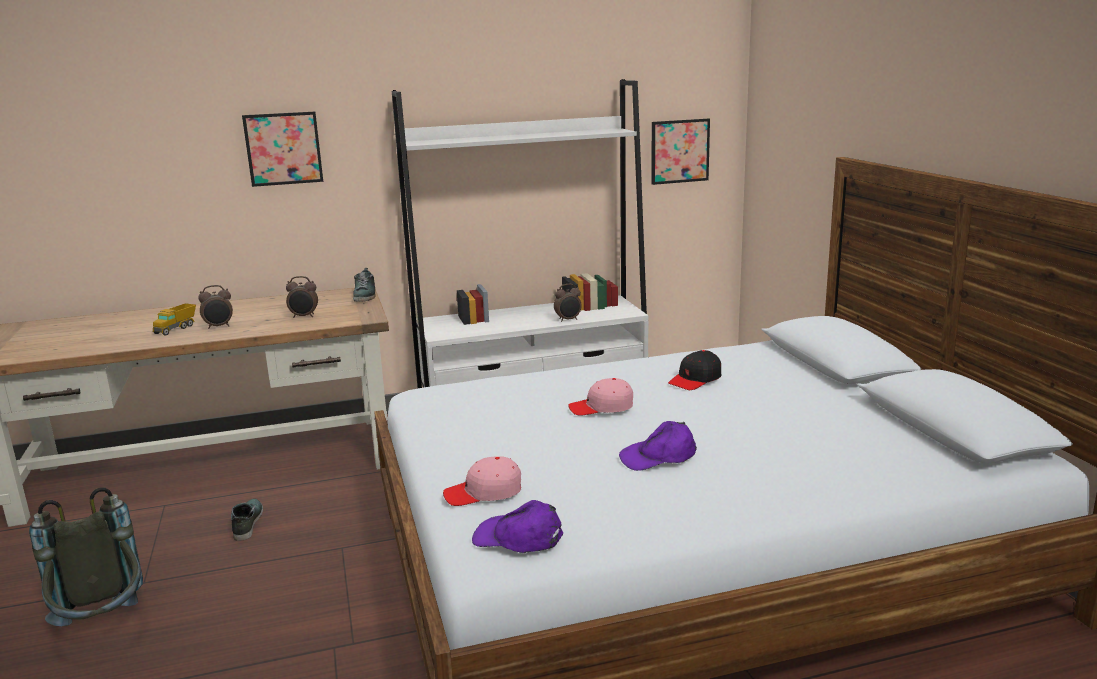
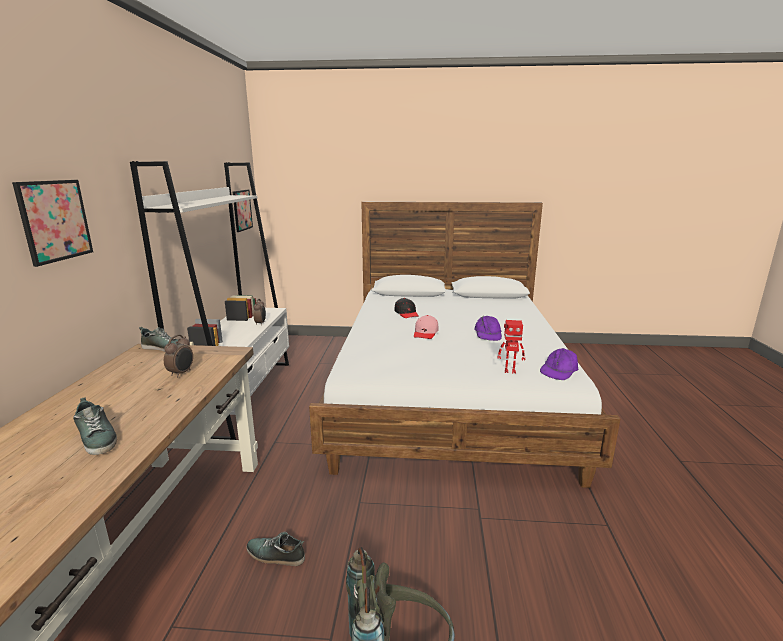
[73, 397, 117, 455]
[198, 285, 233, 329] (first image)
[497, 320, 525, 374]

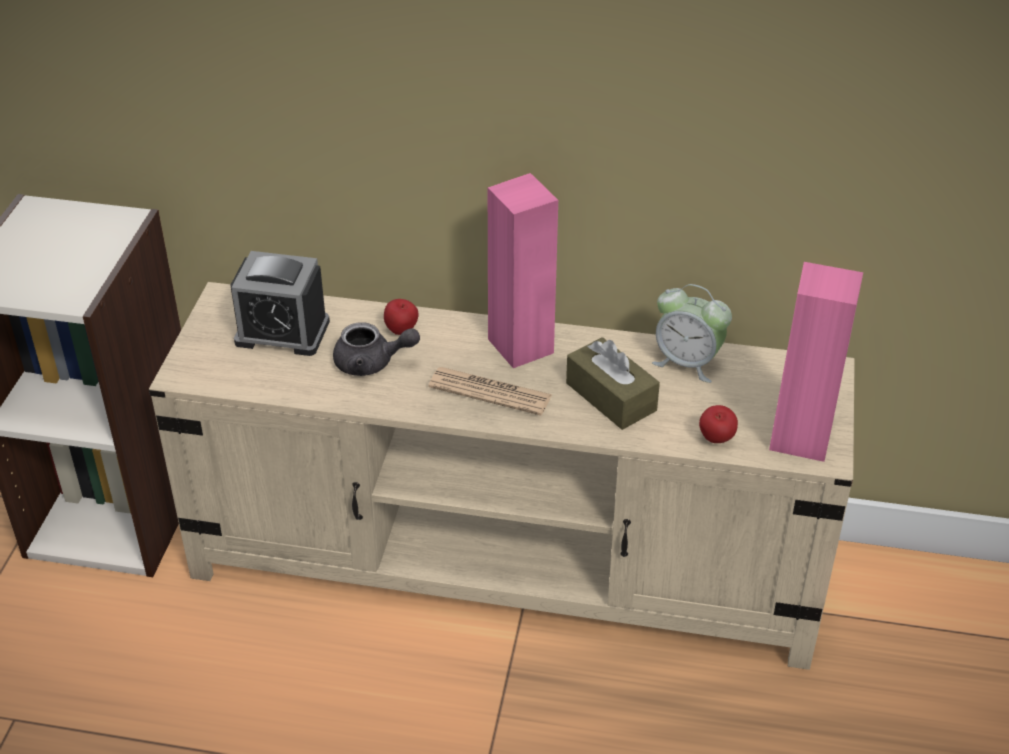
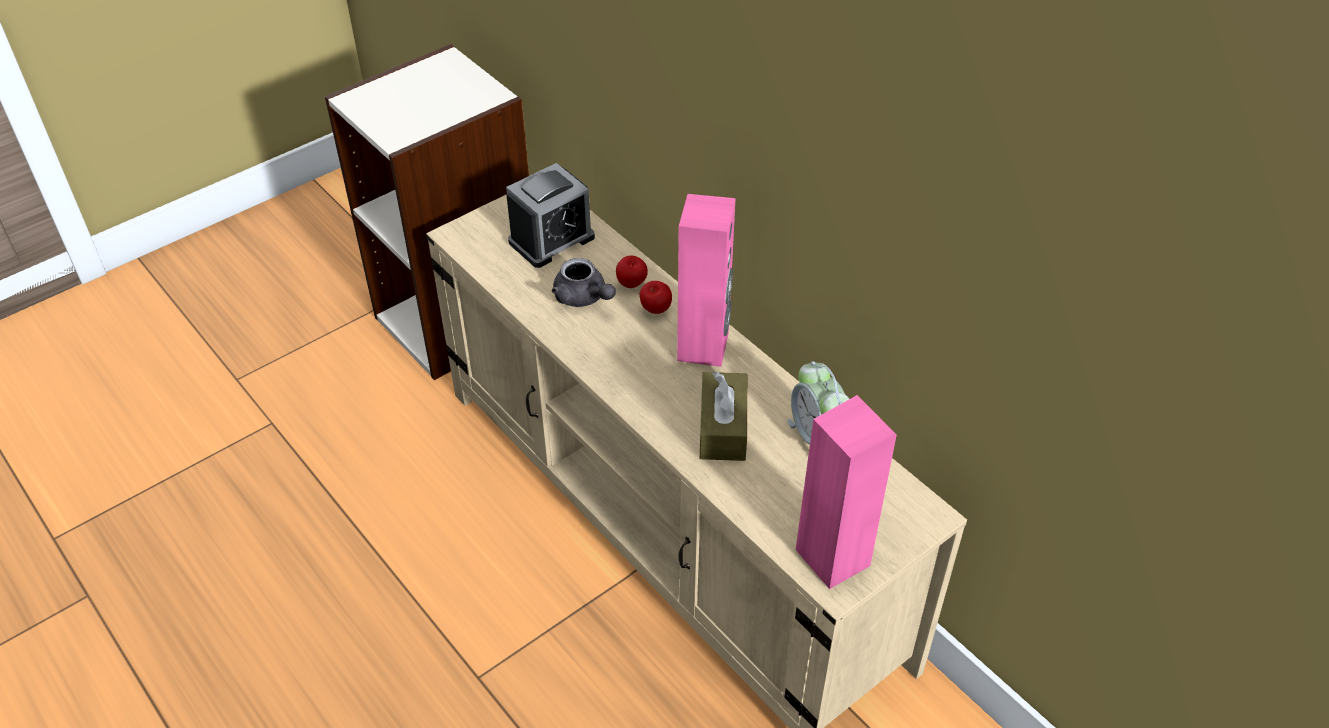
[506, 163, 595, 268]
[428, 367, 552, 416] (first image)
[639, 281, 672, 314]

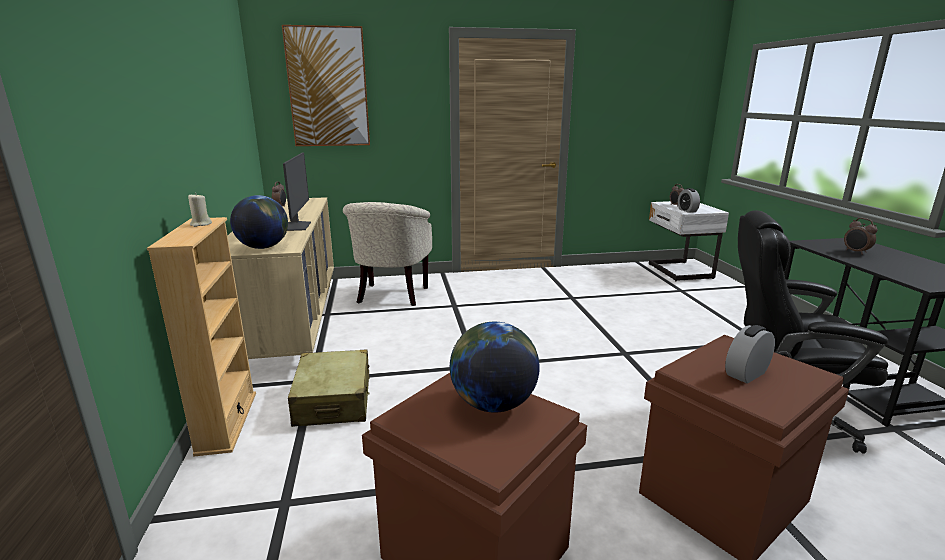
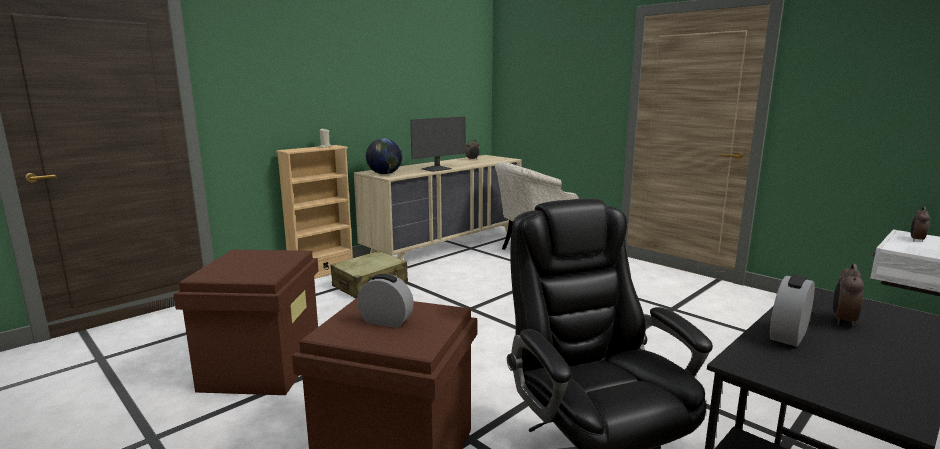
[282, 25, 370, 146] (first image)
[450, 322, 540, 413] (first image)
[770, 274, 815, 347]

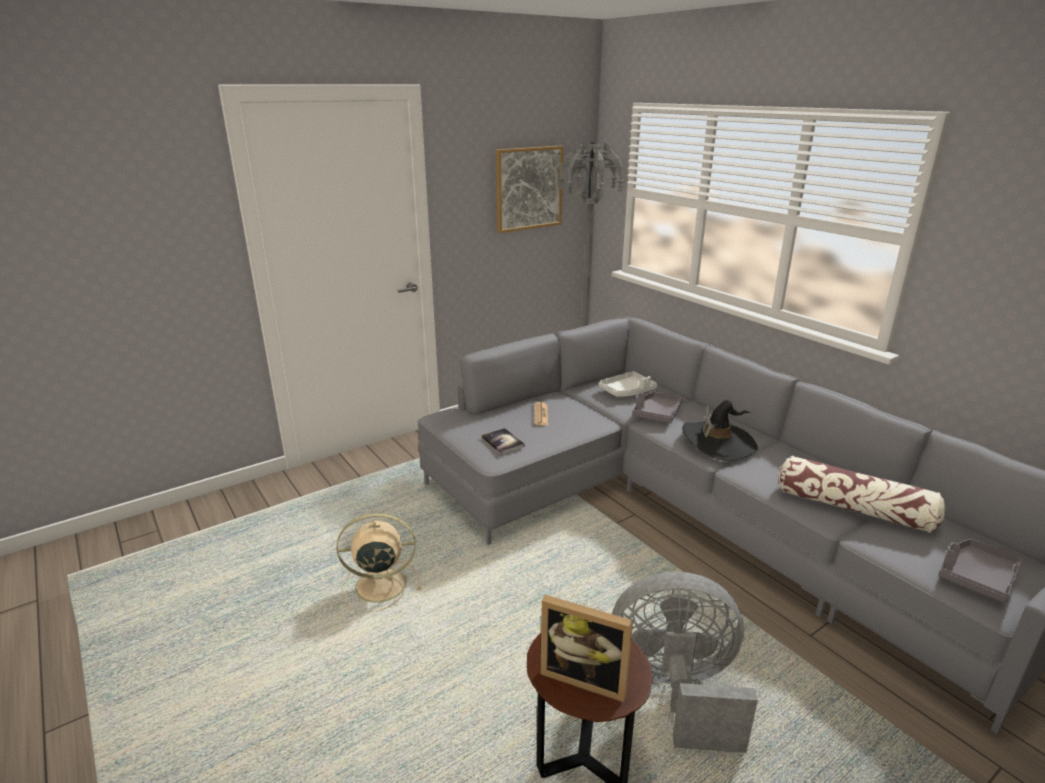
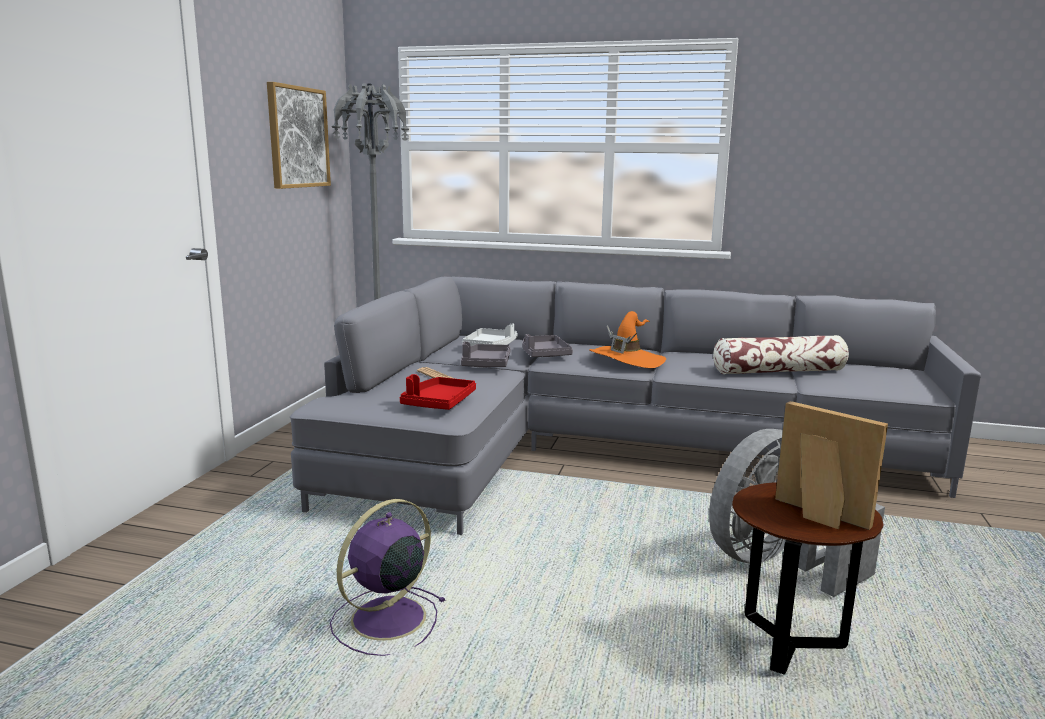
[330, 499, 446, 656]
[400, 374, 476, 410]
[775, 401, 888, 530]
[589, 311, 666, 368]
[461, 341, 511, 367]

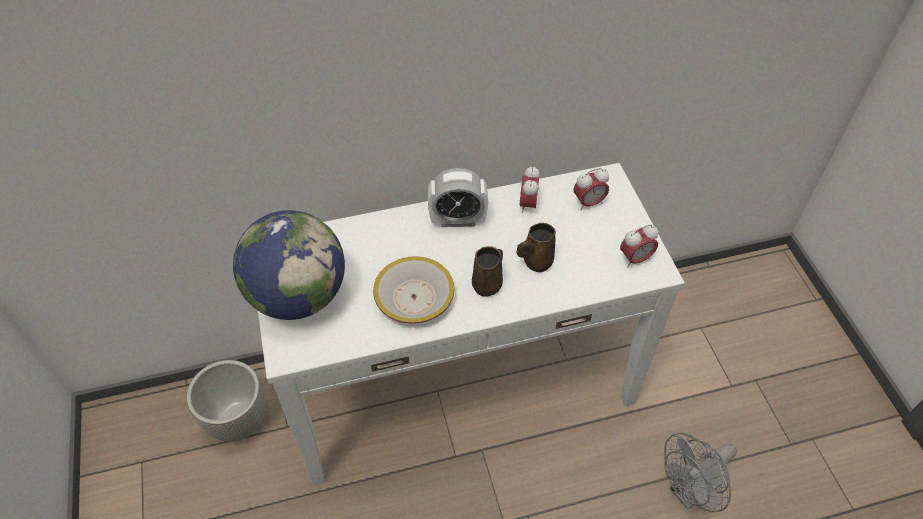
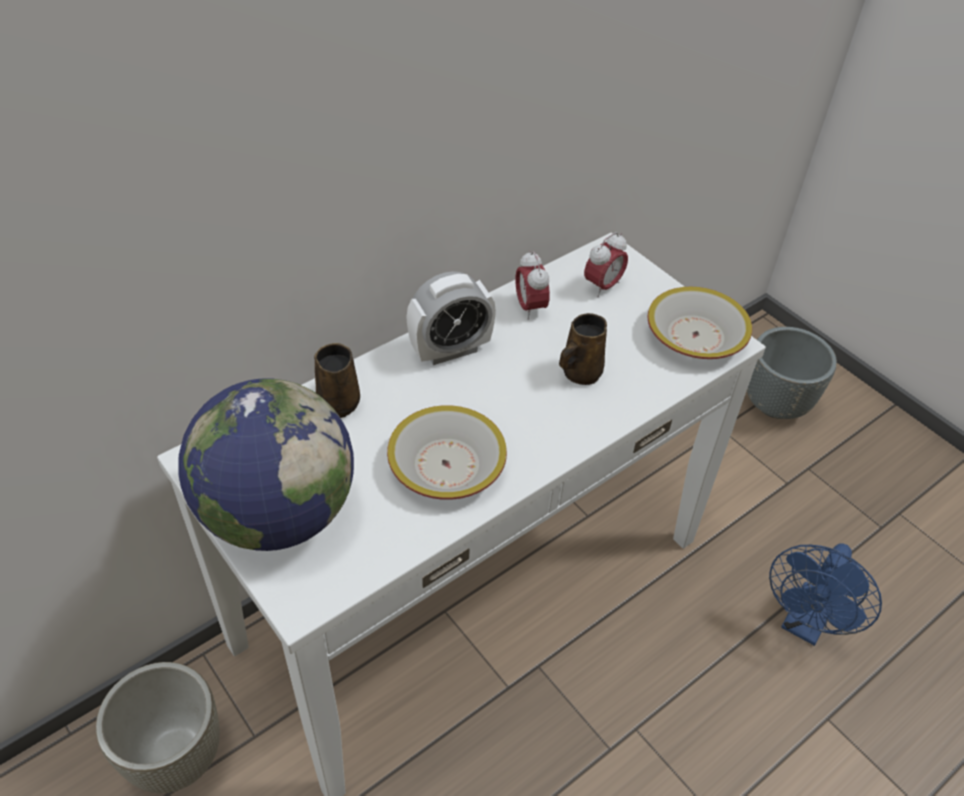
[314, 343, 360, 418]
[647, 287, 752, 359]
[769, 543, 882, 646]
[747, 327, 837, 419]

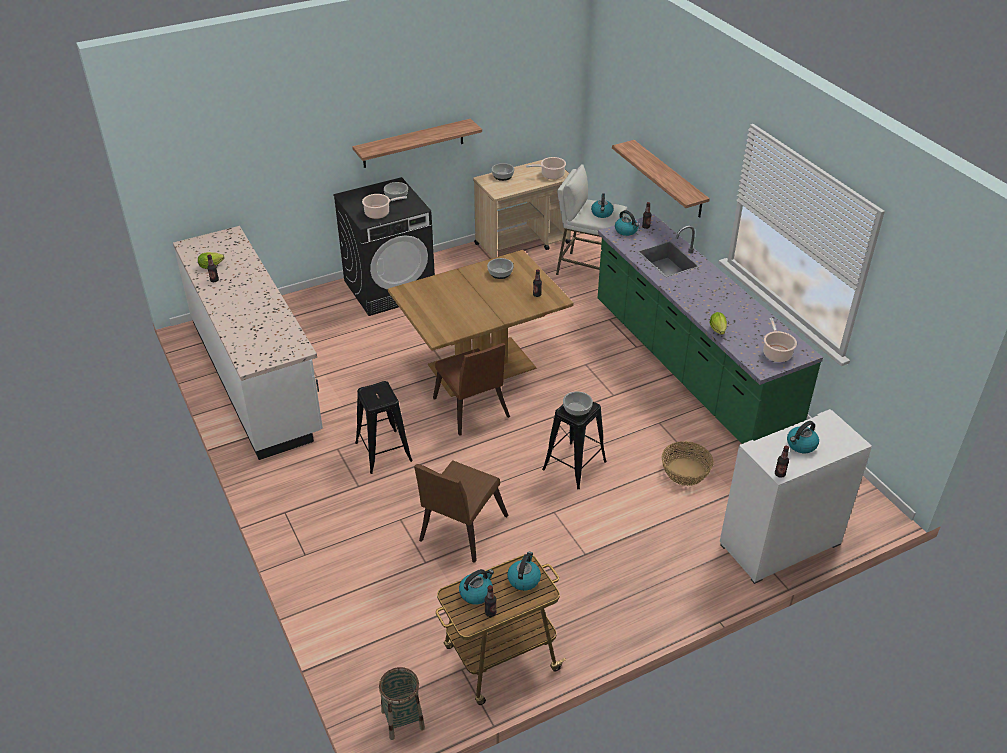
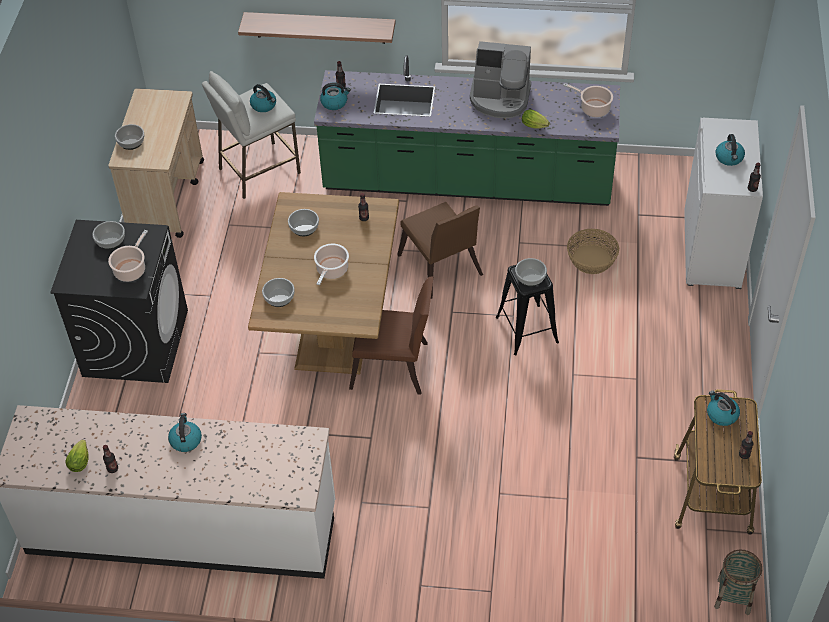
[352, 119, 482, 168] (first image)
[355, 381, 413, 474] (first image)
[397, 202, 483, 299]
[168, 413, 202, 452]
[314, 244, 349, 285]
[262, 278, 294, 307]
[470, 41, 531, 118]

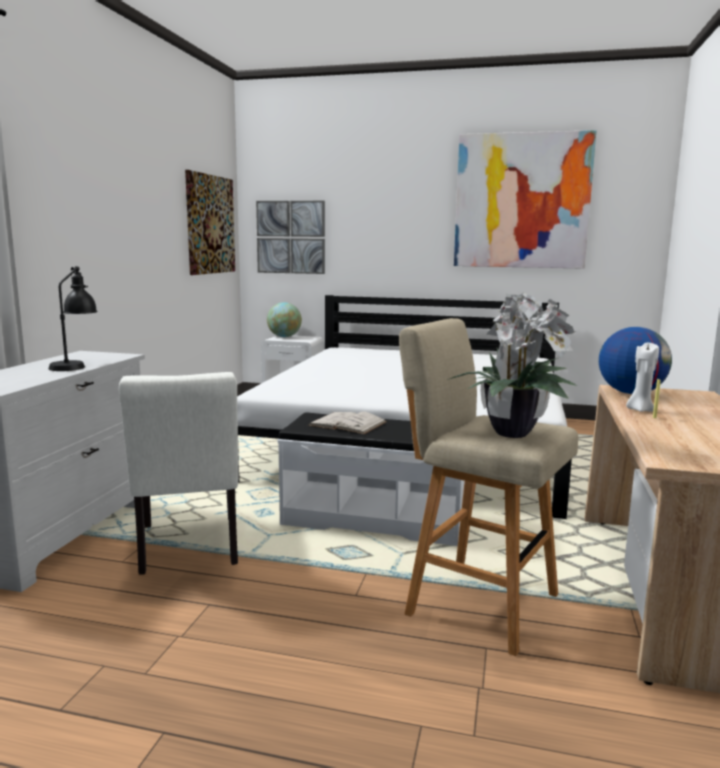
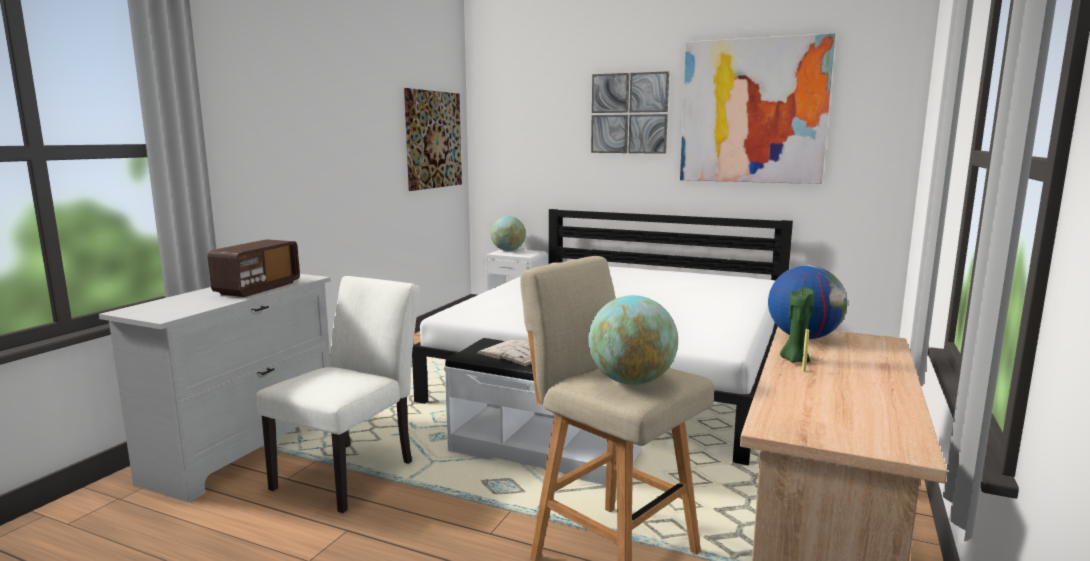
[207, 239, 300, 297]
[256, 276, 420, 513]
[591, 71, 669, 154]
[588, 295, 678, 385]
[780, 287, 814, 363]

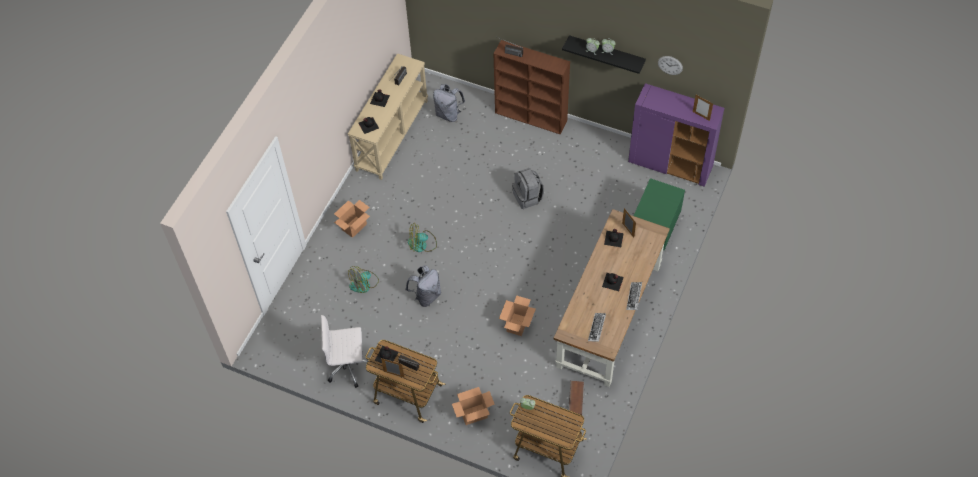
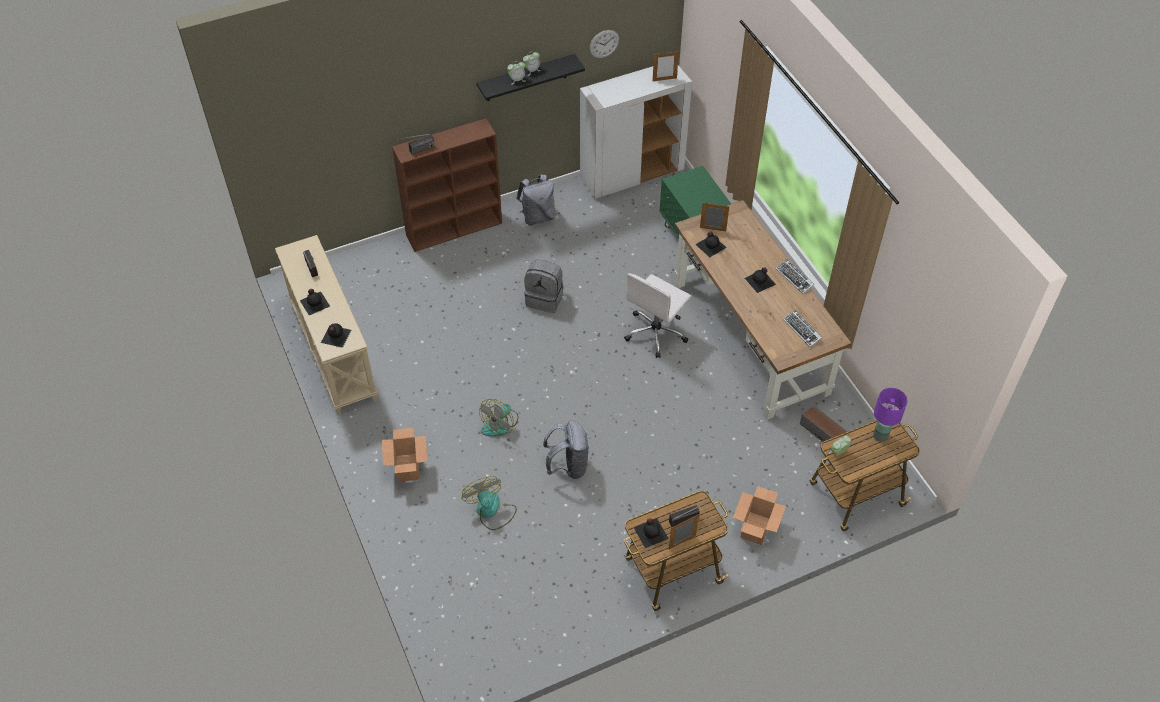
[624, 273, 691, 358]
[462, 476, 517, 530]
[516, 174, 555, 226]
[499, 295, 536, 336] (first image)
[580, 66, 692, 199]
[873, 388, 907, 442]

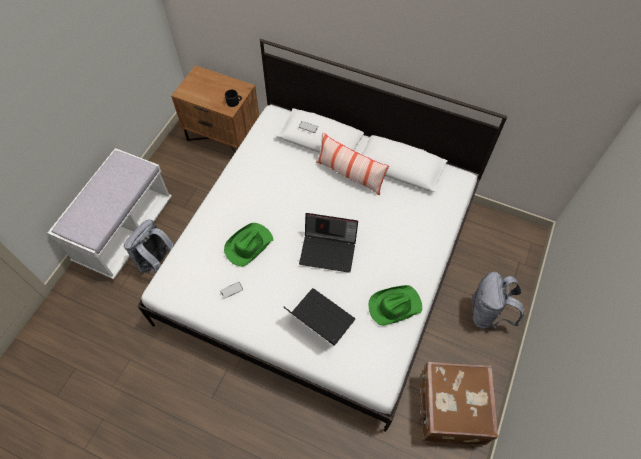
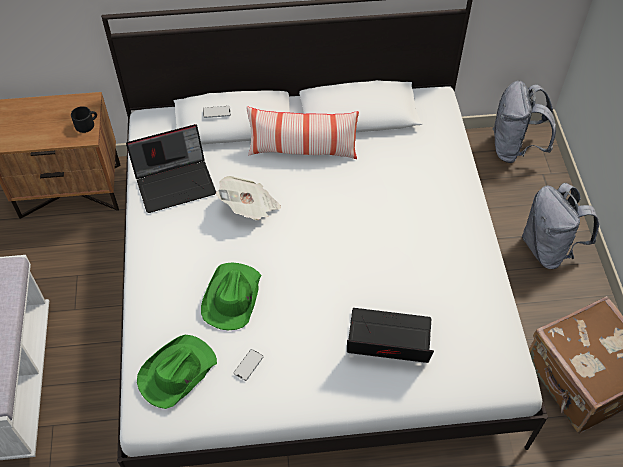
[493, 81, 556, 163]
[126, 124, 216, 213]
[137, 335, 217, 409]
[216, 176, 281, 220]

